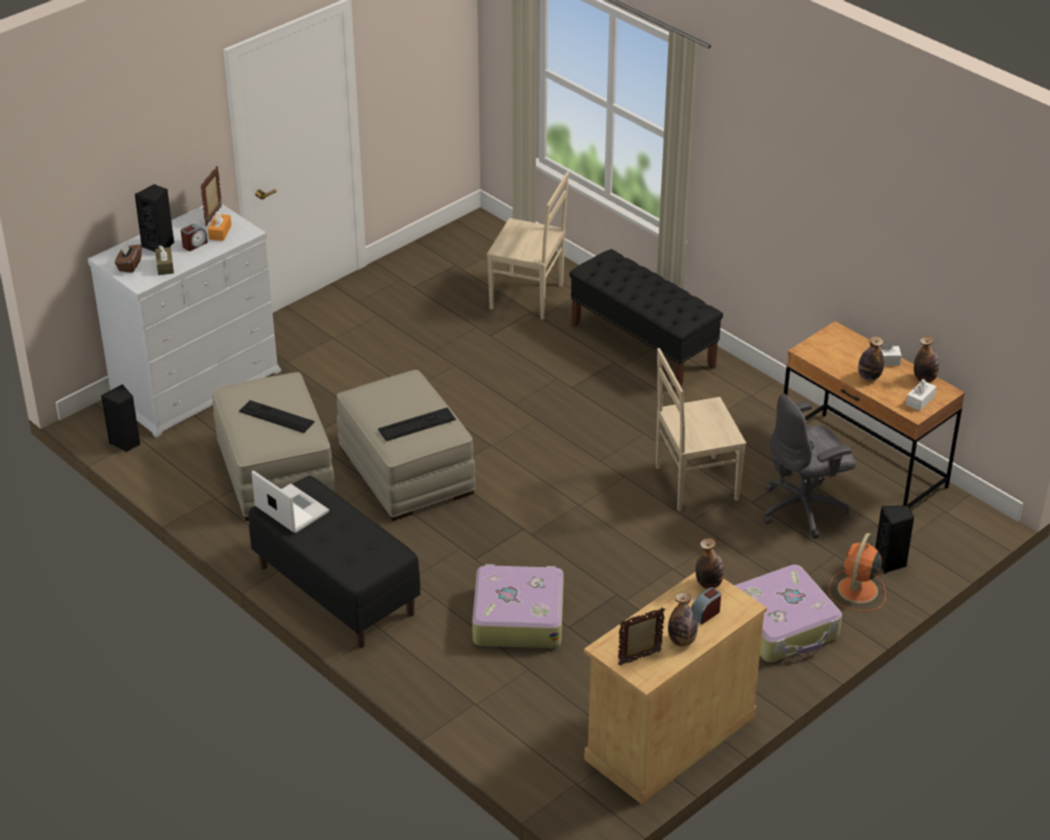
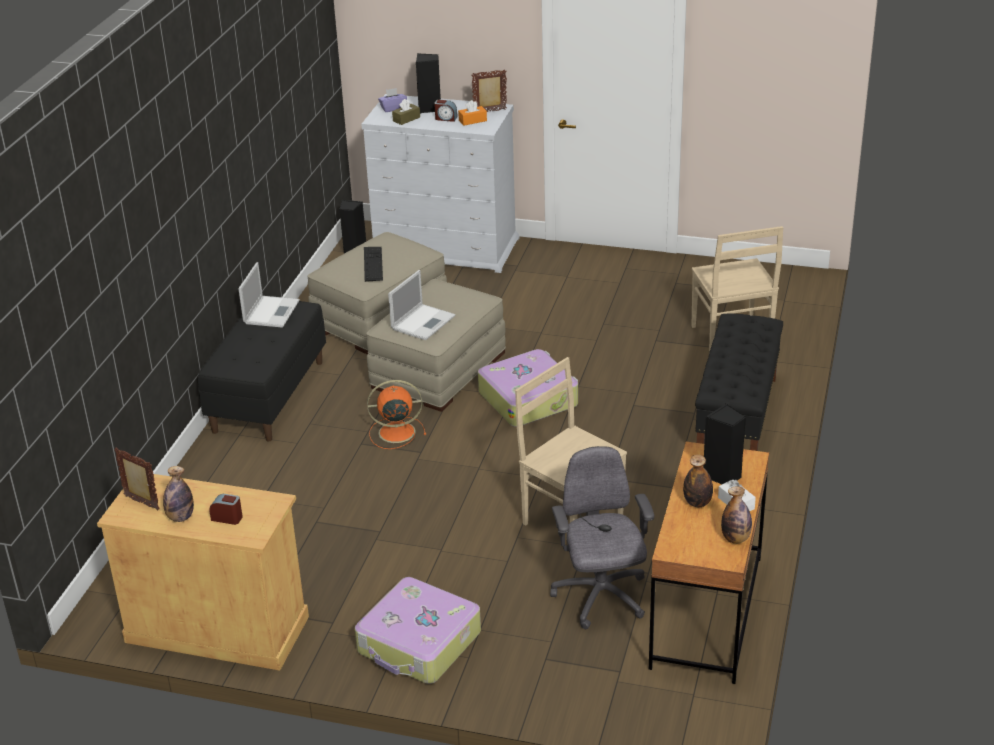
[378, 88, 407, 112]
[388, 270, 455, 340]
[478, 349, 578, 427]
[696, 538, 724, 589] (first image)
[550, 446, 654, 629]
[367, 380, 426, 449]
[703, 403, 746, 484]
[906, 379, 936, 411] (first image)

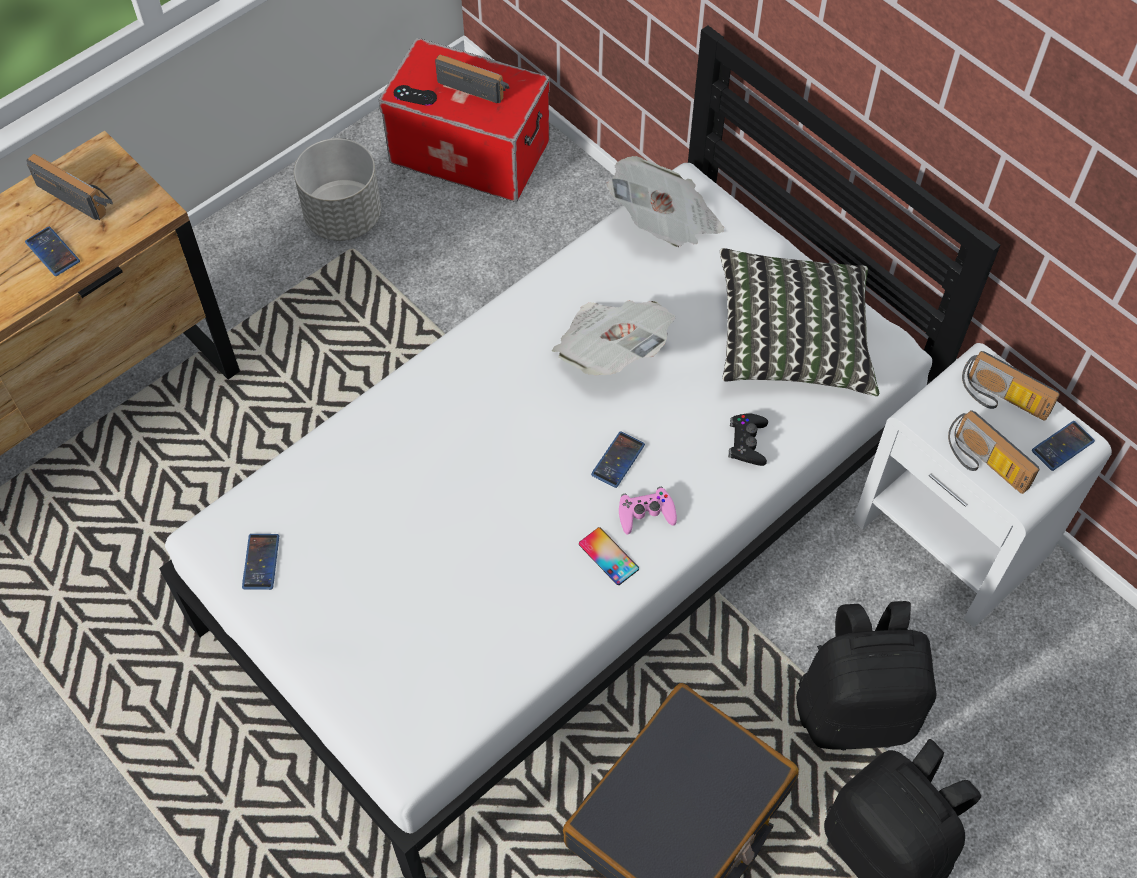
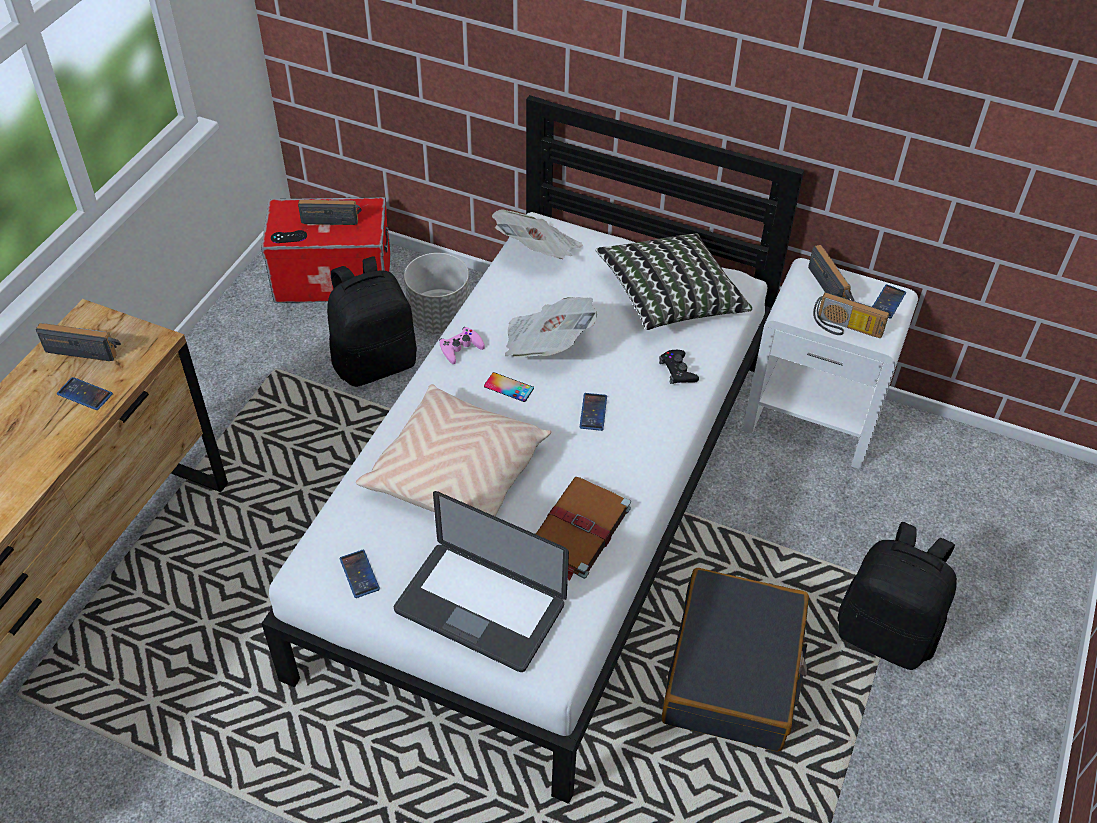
[404, 253, 470, 334]
[484, 372, 534, 402]
[439, 327, 485, 364]
[327, 256, 417, 387]
[808, 245, 854, 301]
[356, 384, 552, 517]
[394, 491, 569, 672]
[536, 477, 631, 581]

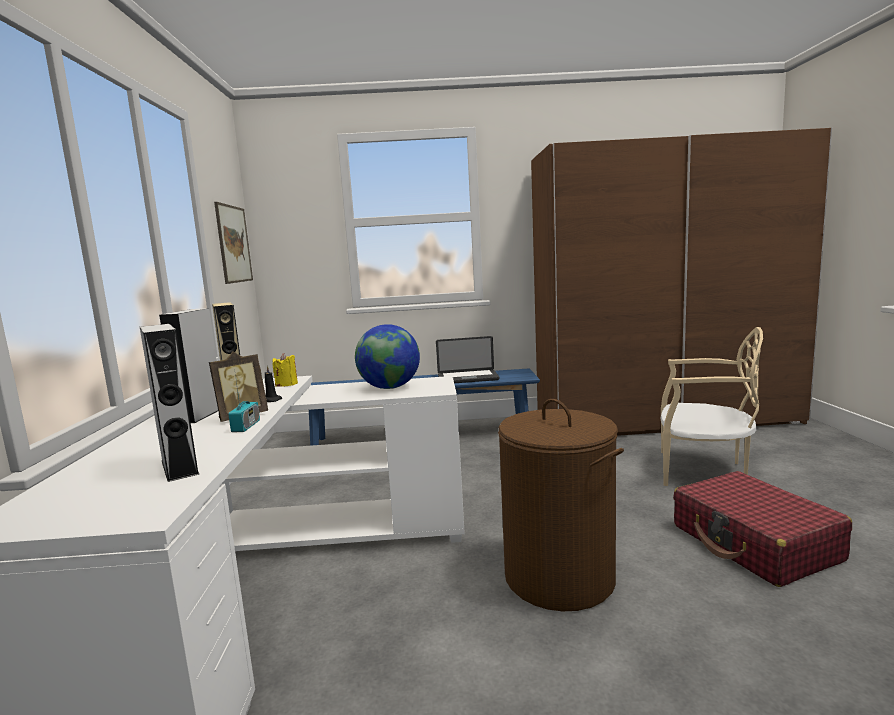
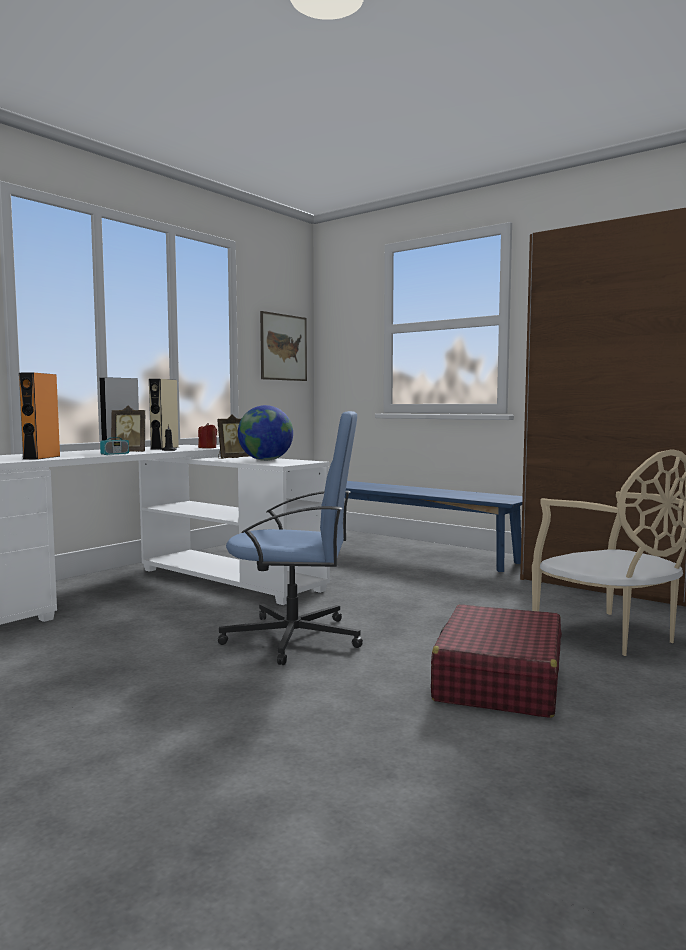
[19, 373, 61, 460]
[198, 423, 217, 448]
[436, 336, 500, 383] (first image)
[218, 411, 363, 665]
[217, 415, 249, 459]

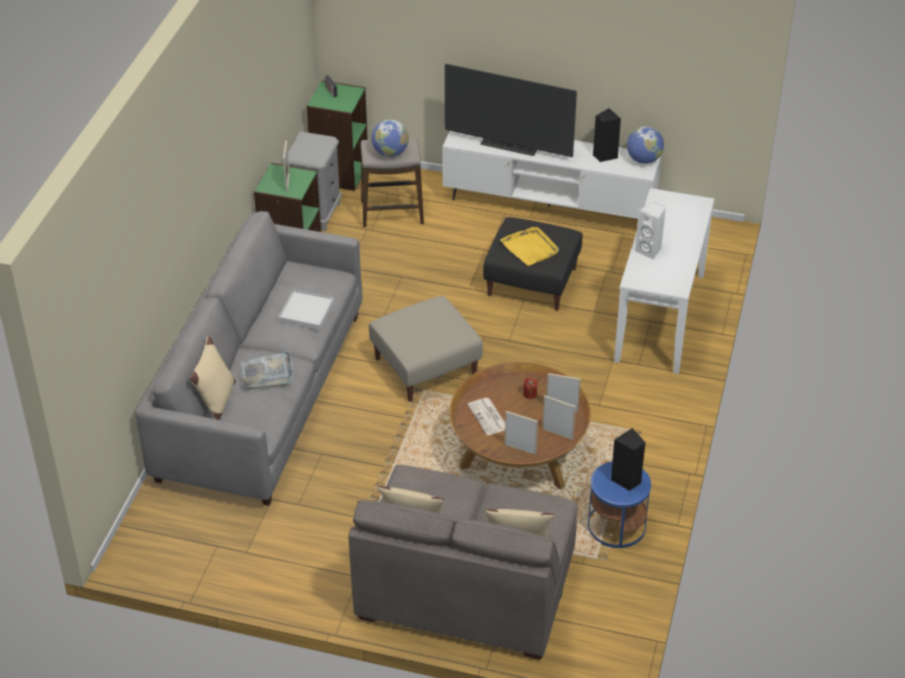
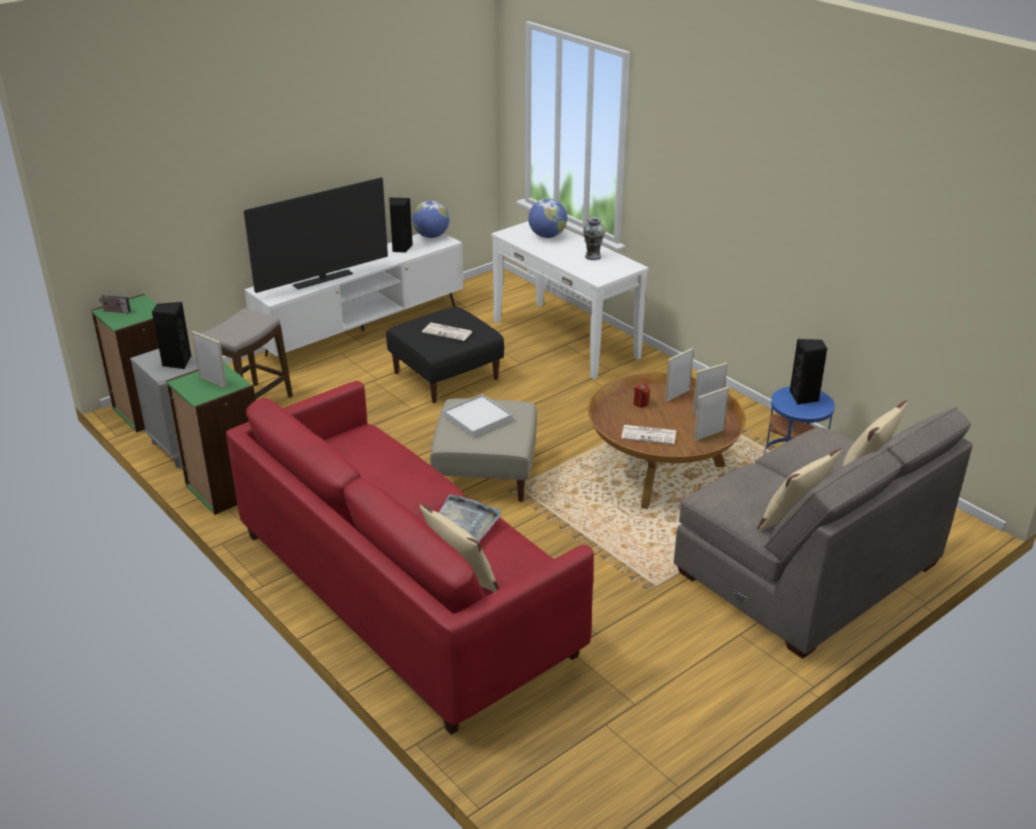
[226, 381, 594, 735]
[443, 394, 512, 438]
[528, 198, 567, 238]
[422, 323, 473, 341]
[635, 201, 666, 260] (first image)
[152, 302, 191, 369]
[583, 217, 605, 260]

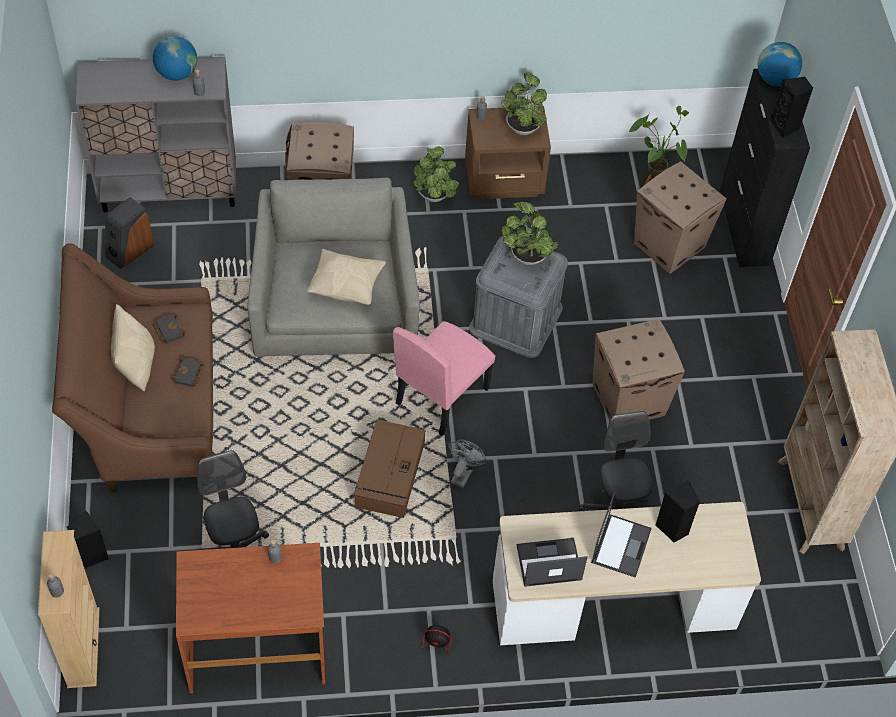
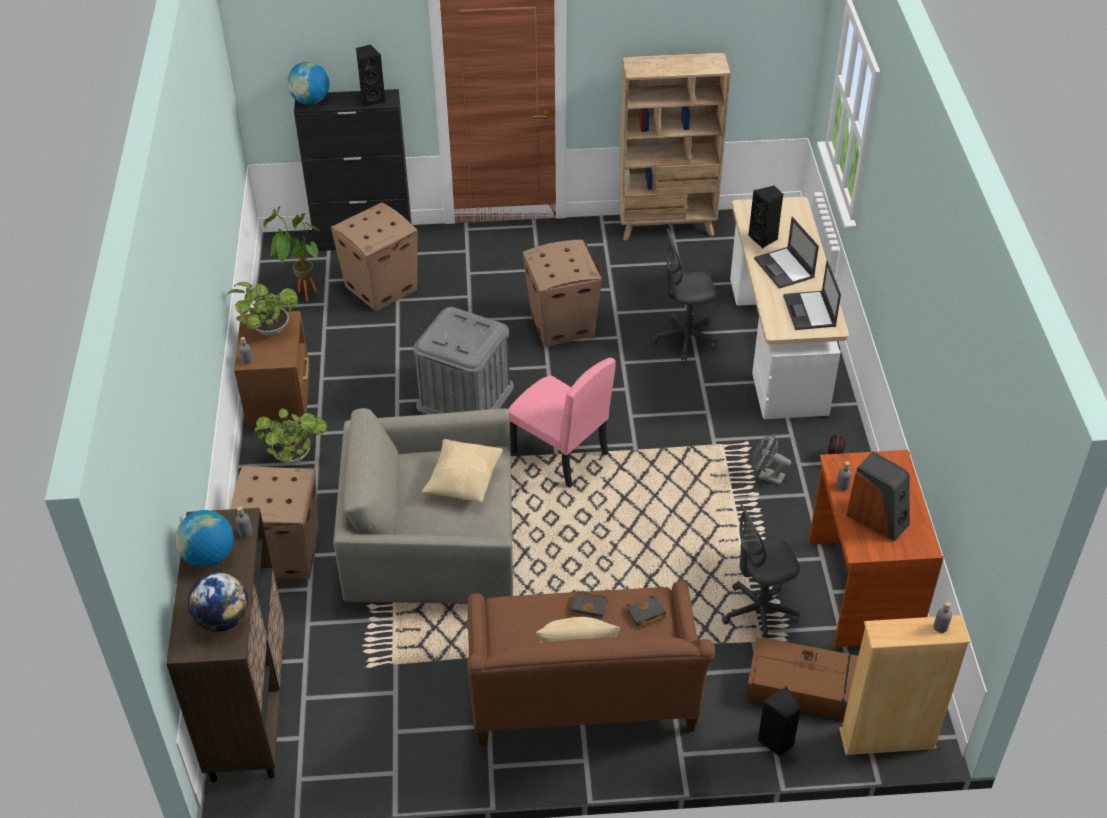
[166, 508, 285, 782]
[846, 451, 910, 541]
[626, 595, 666, 627]
[746, 637, 858, 720]
[753, 434, 791, 485]
[501, 202, 558, 265] (first image)
[754, 217, 819, 289]
[188, 573, 248, 632]

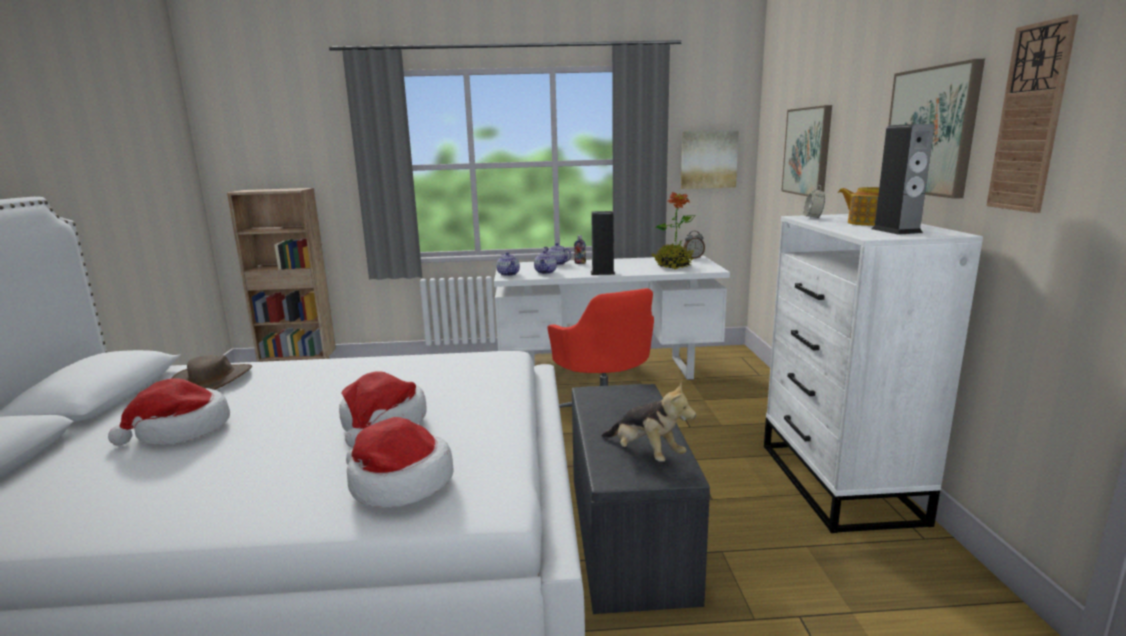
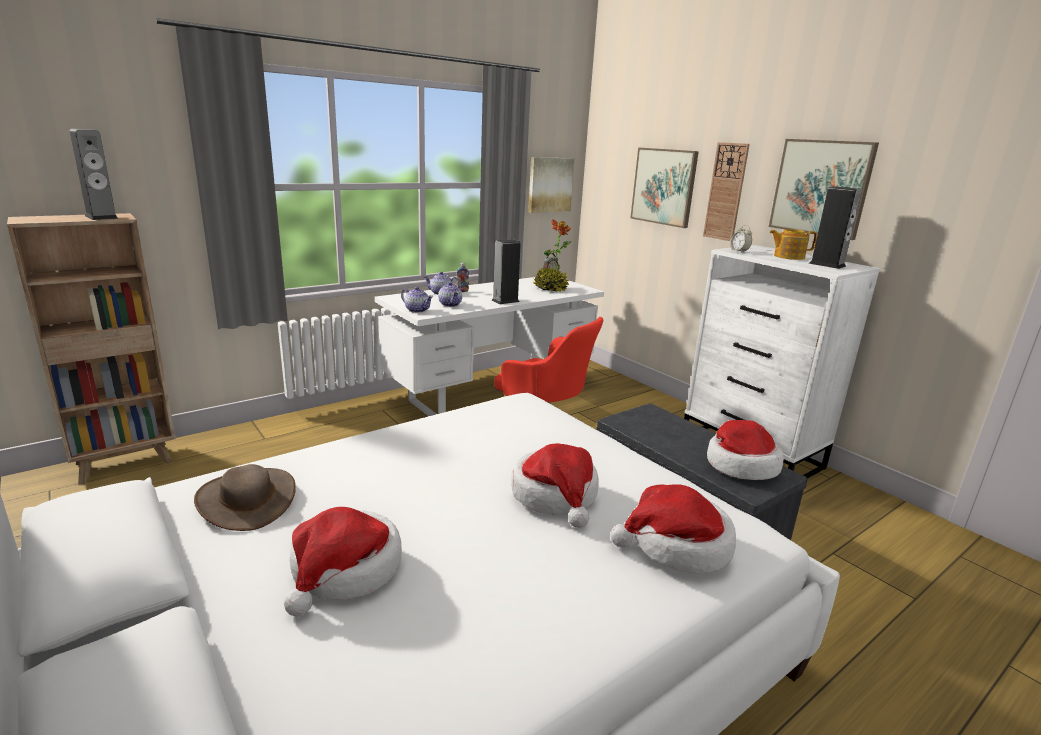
[707, 420, 784, 480]
[703, 142, 750, 241]
[69, 129, 118, 220]

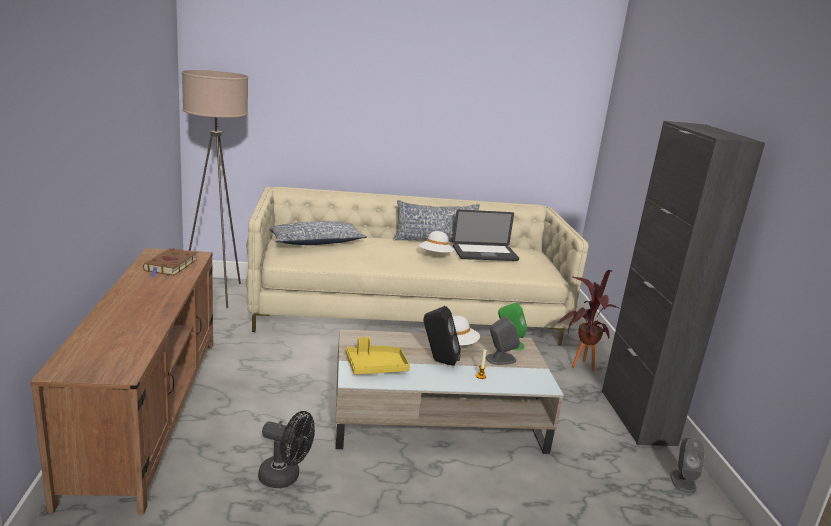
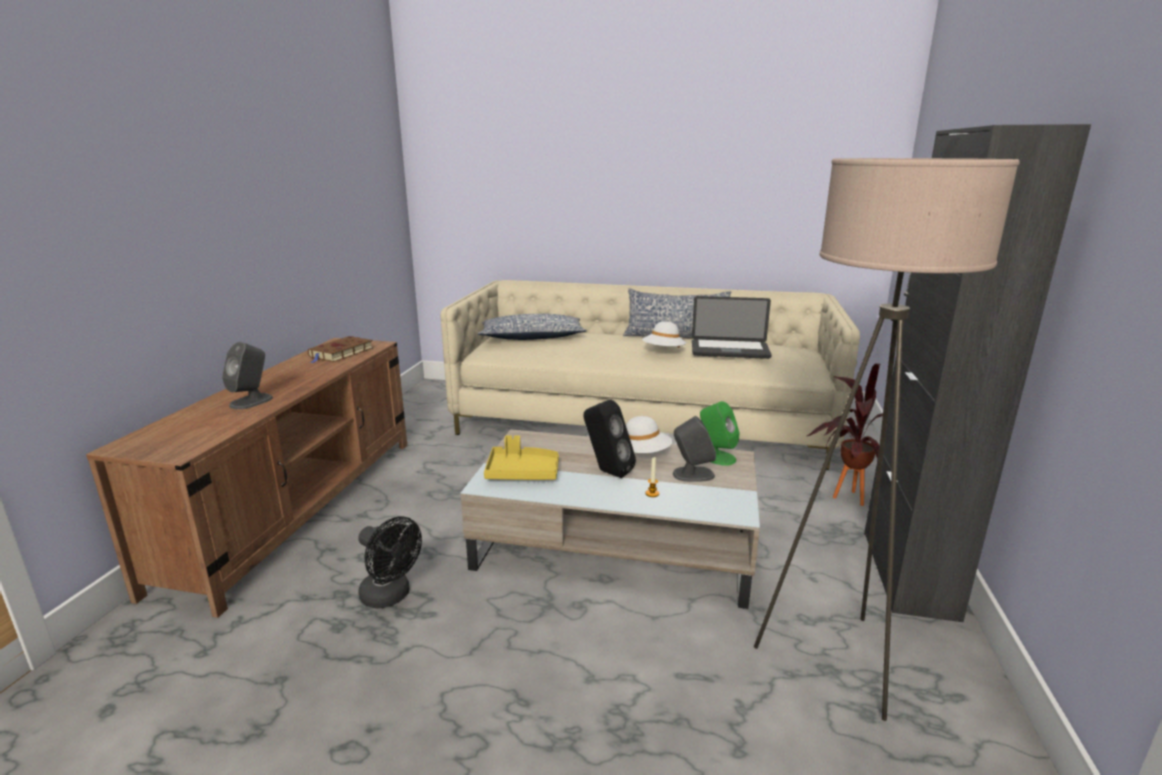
[754, 158, 1020, 721]
[222, 342, 273, 409]

